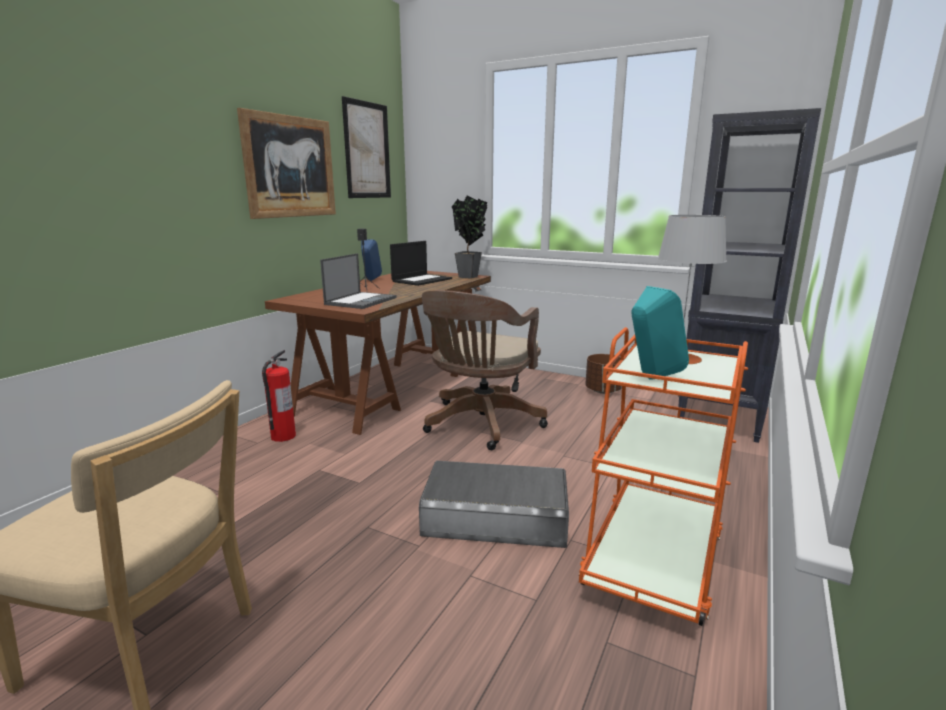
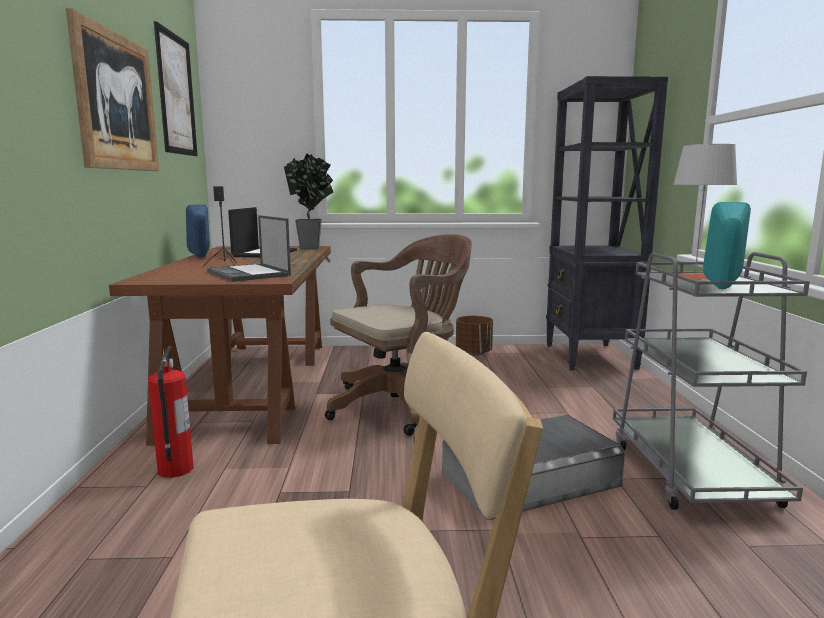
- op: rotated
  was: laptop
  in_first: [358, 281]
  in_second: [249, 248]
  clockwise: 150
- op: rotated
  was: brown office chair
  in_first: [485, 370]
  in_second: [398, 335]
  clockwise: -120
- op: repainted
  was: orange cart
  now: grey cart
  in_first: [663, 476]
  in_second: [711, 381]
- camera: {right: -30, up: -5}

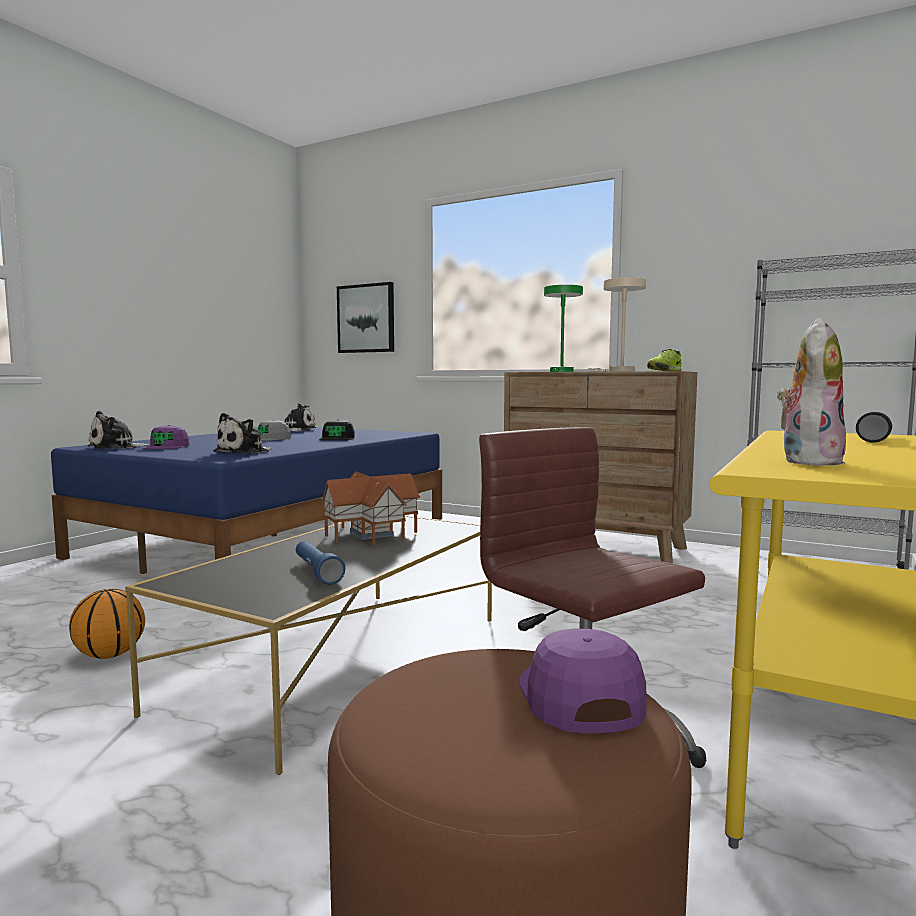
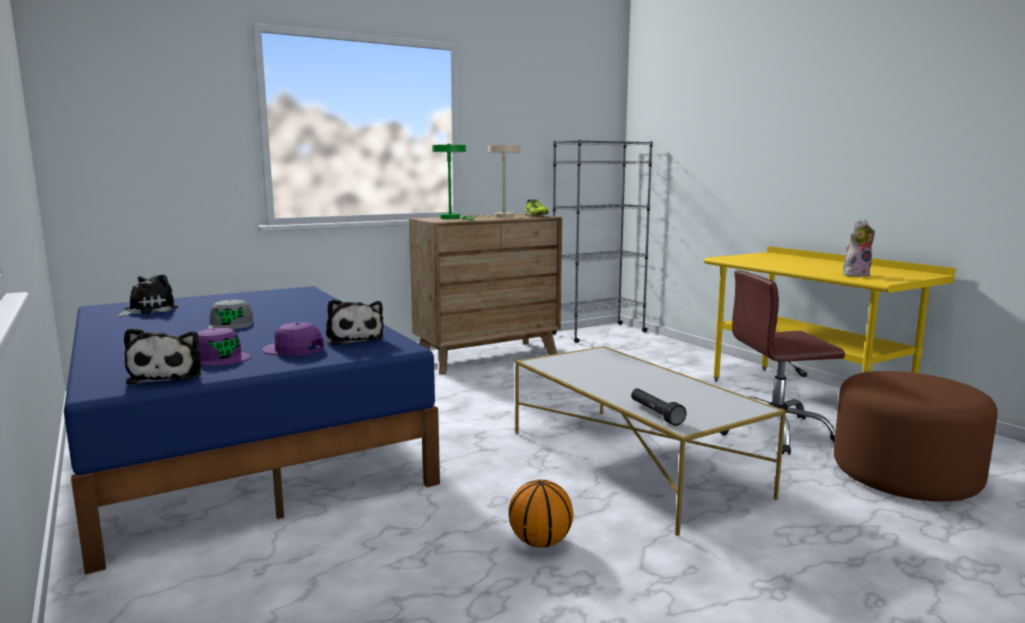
- op: repainted
  was: black coffee table
  now: white coffee table
  in_first: [308, 645]
  in_second: [650, 441]
- op: gone
  was: blue flashlight
  in_first: [320, 563]
- op: gone
  was: black cap
  in_first: [337, 429]
- op: gone
  was: toy house
  in_first: [370, 508]
- op: gone
  was: picture
  in_first: [365, 317]
- op: shifted
  was: purple cap
  in_first: [582, 681]
  in_second: [293, 339]
- op: rotated
  was: plush toy
  in_first: [811, 392]
  in_second: [859, 248]
  clockwise: 90
- op: shifted
  was: black flashlight
  in_first: [874, 427]
  in_second: [659, 407]
- camera: {right: -60, up: 5}

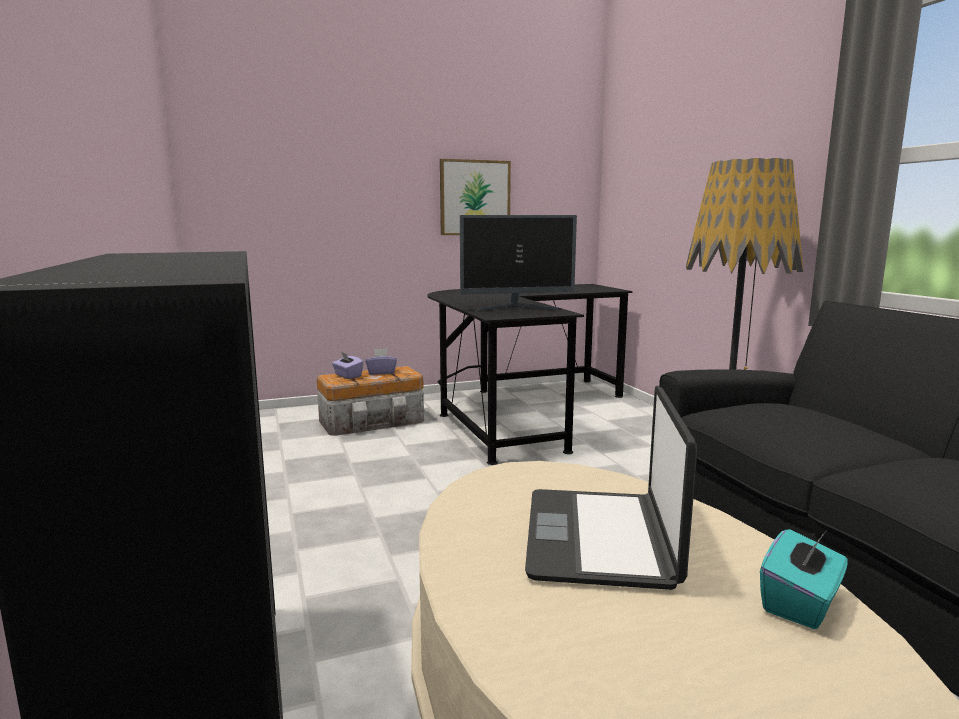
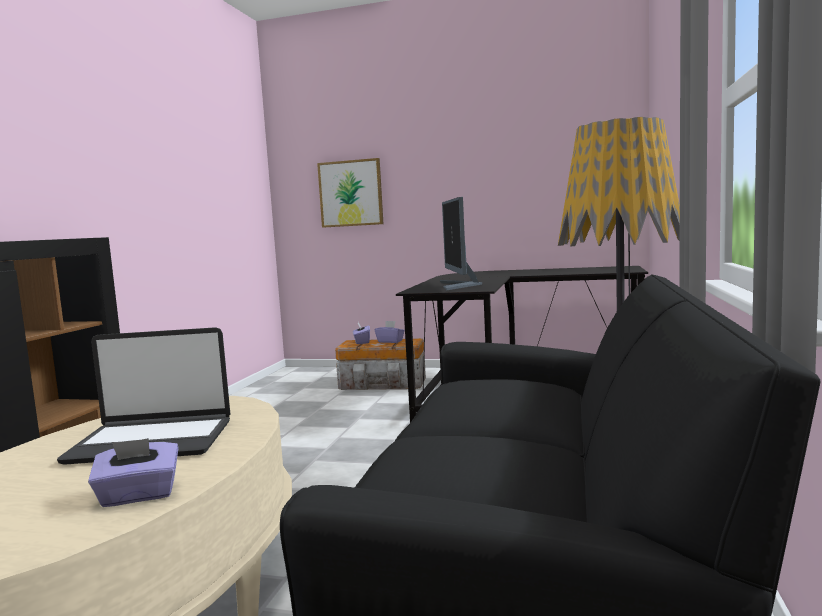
- op: shifted
  was: picture
  in_first: [475, 197]
  in_second: [350, 193]
- op: rotated
  was: monitor
  in_first: [518, 263]
  in_second: [461, 243]
  clockwise: 60
- op: rotated
  was: laptop
  in_first: [611, 488]
  in_second: [143, 395]
  clockwise: -135
- op: repainted
  was: turquoise tissue box
  now: purple tissue box
  in_first: [804, 579]
  in_second: [133, 472]
- camera: {right: 35, up: -5}

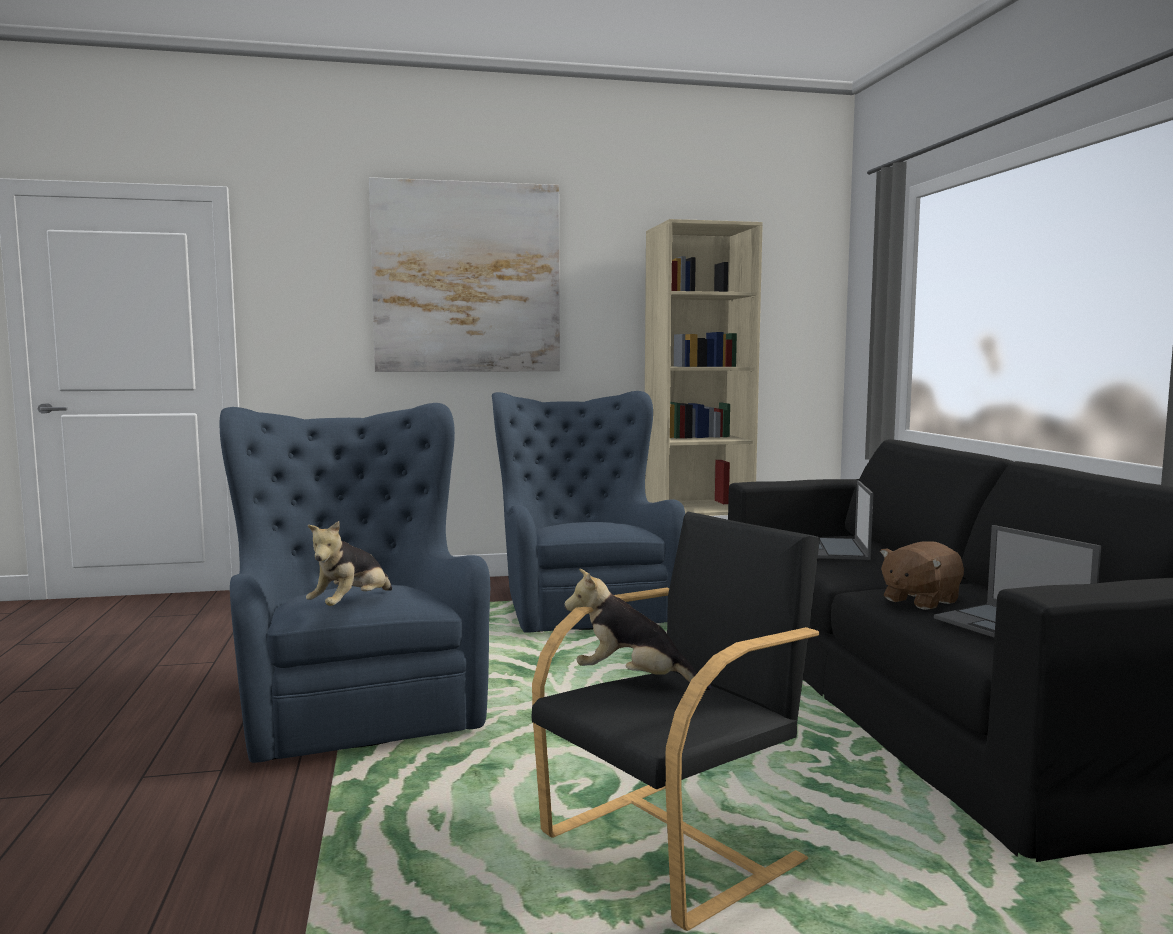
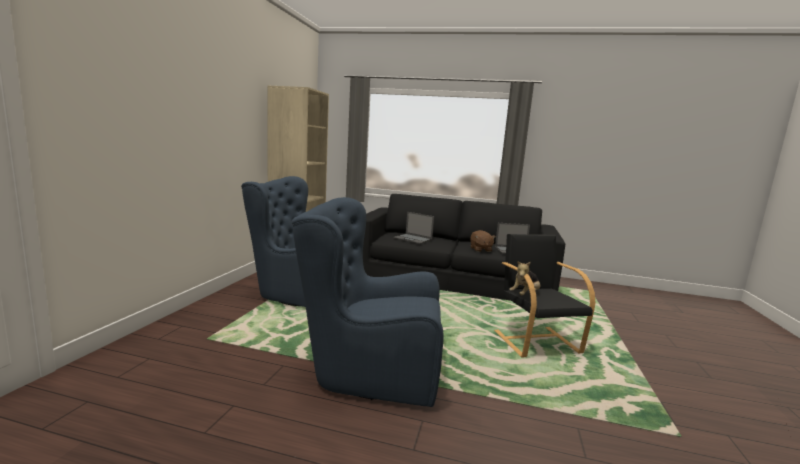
- op: gone
  was: plush toy
  in_first: [349, 563]
- op: gone
  was: picture
  in_first: [464, 274]
- camera: {right: -65, up: 5}

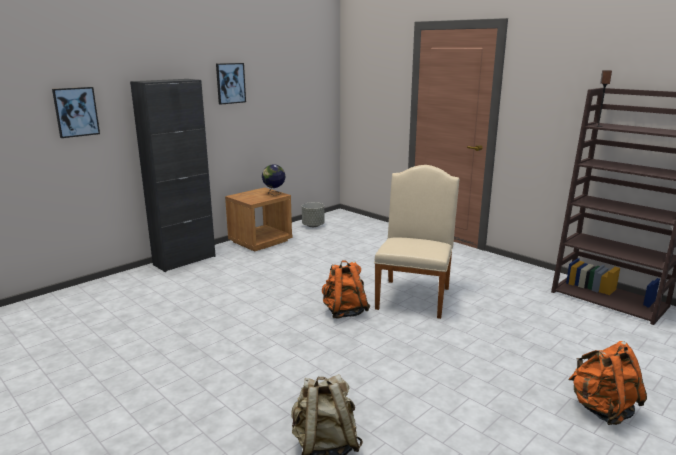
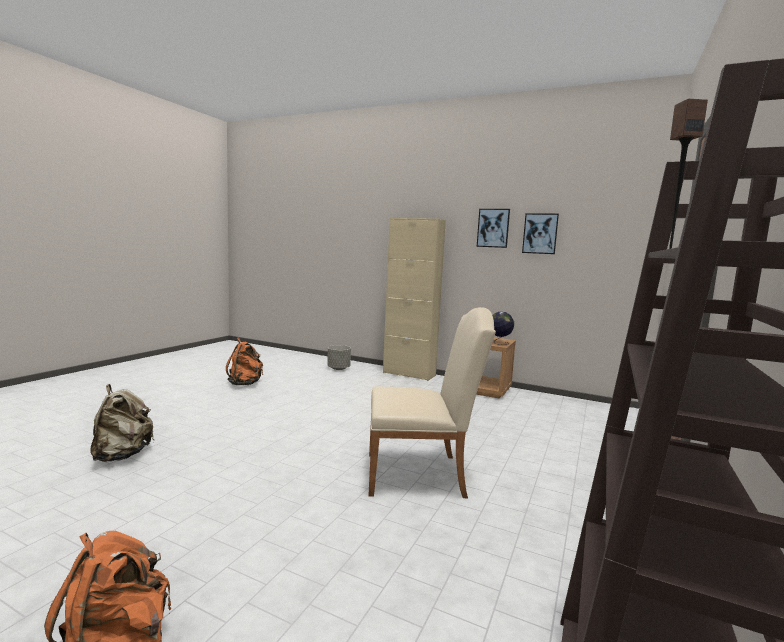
- op: shifted
  was: picture
  in_first: [76, 112]
  in_second: [540, 233]
- op: repainted
  was: black cabinet
  now: beige cabinet
  in_first: [173, 175]
  in_second: [414, 299]
- op: shifted
  was: grey planter
  in_first: [313, 214]
  in_second: [339, 357]
- op: shifted
  was: orange backpack
  in_first: [346, 290]
  in_second: [244, 361]
- camera: {right: 70, up: -10}

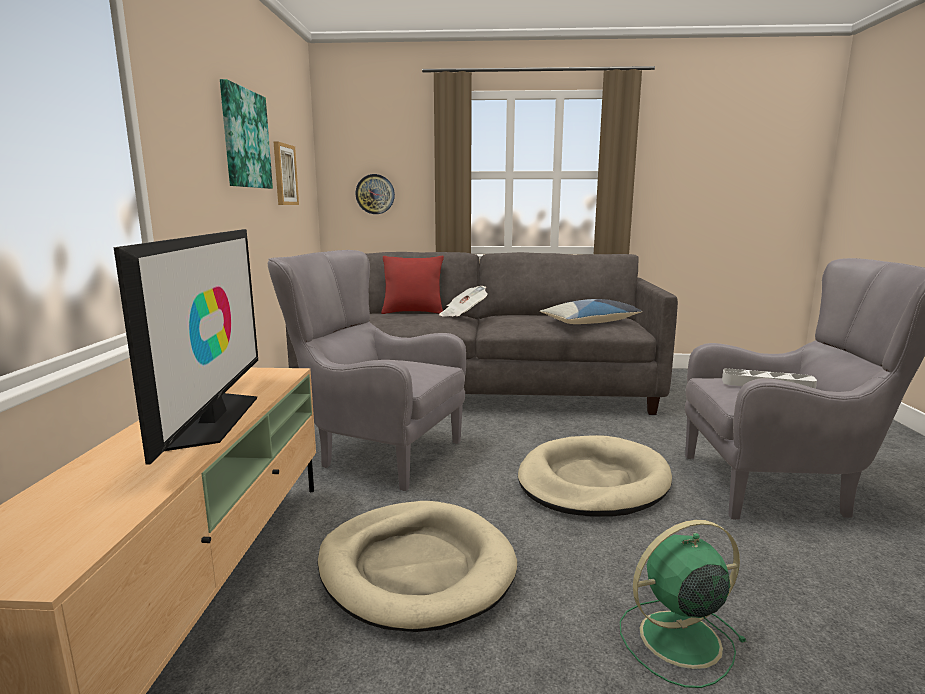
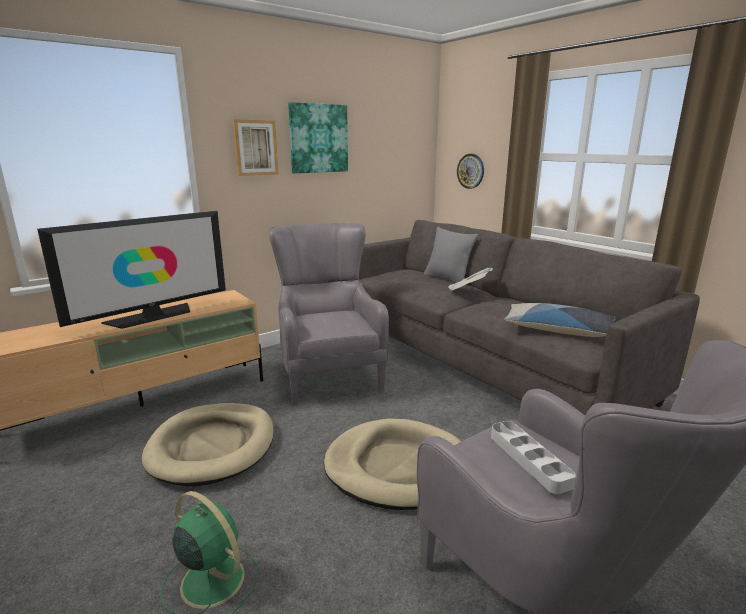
- op: shifted
  was: picture
  in_first: [286, 173]
  in_second: [255, 147]
- op: repainted
  was: red pillow
  now: grey pillow
  in_first: [412, 285]
  in_second: [451, 255]
- camera: {right: 50, up: 5}

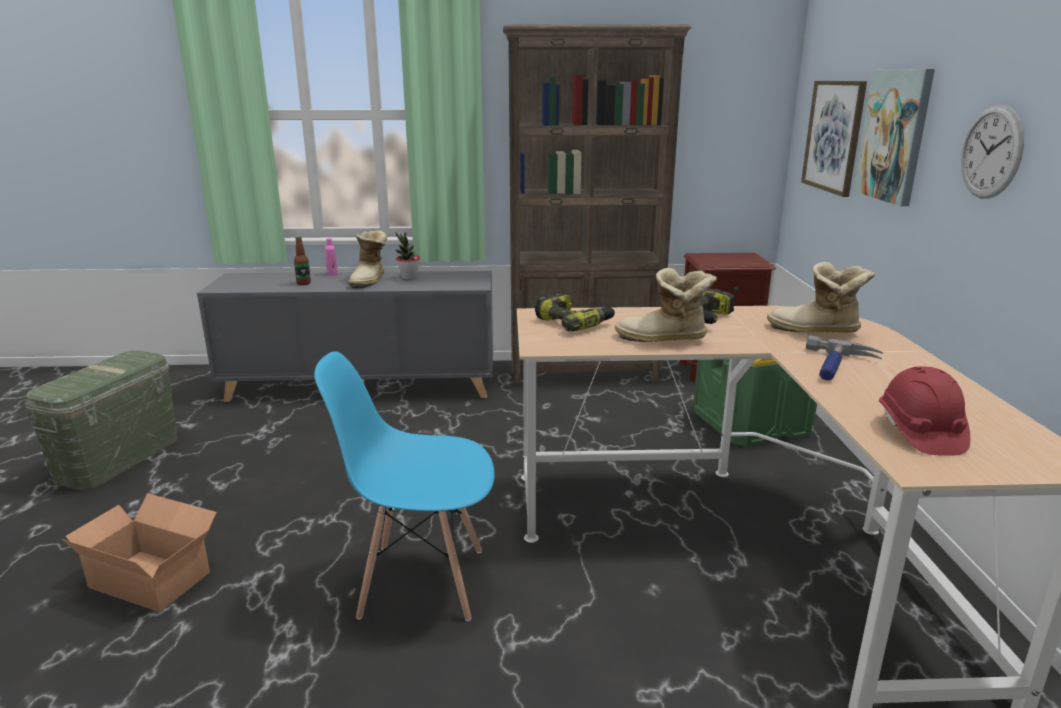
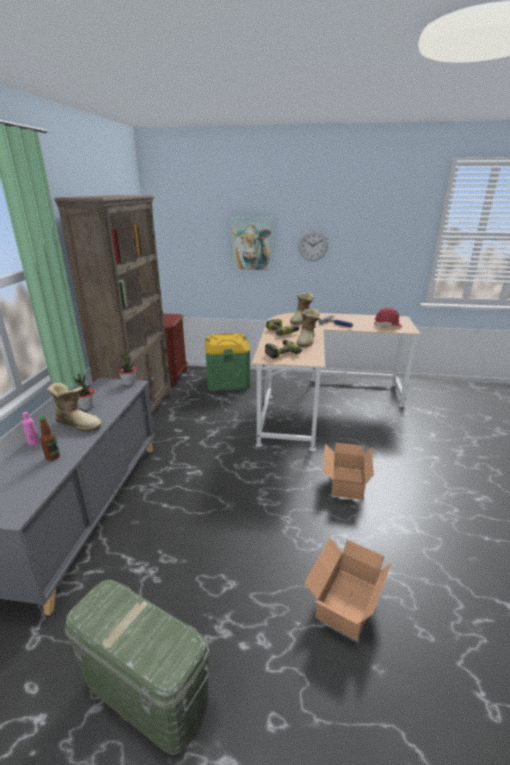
- op: swapped
  was: blue chair
  now: cardboard box
  in_first: [404, 486]
  in_second: [348, 471]
- op: gone
  was: picture
  in_first: [834, 139]
- op: new
  now: potted plant
  in_second: [127, 368]
- camera: {right: -80, up: 5}

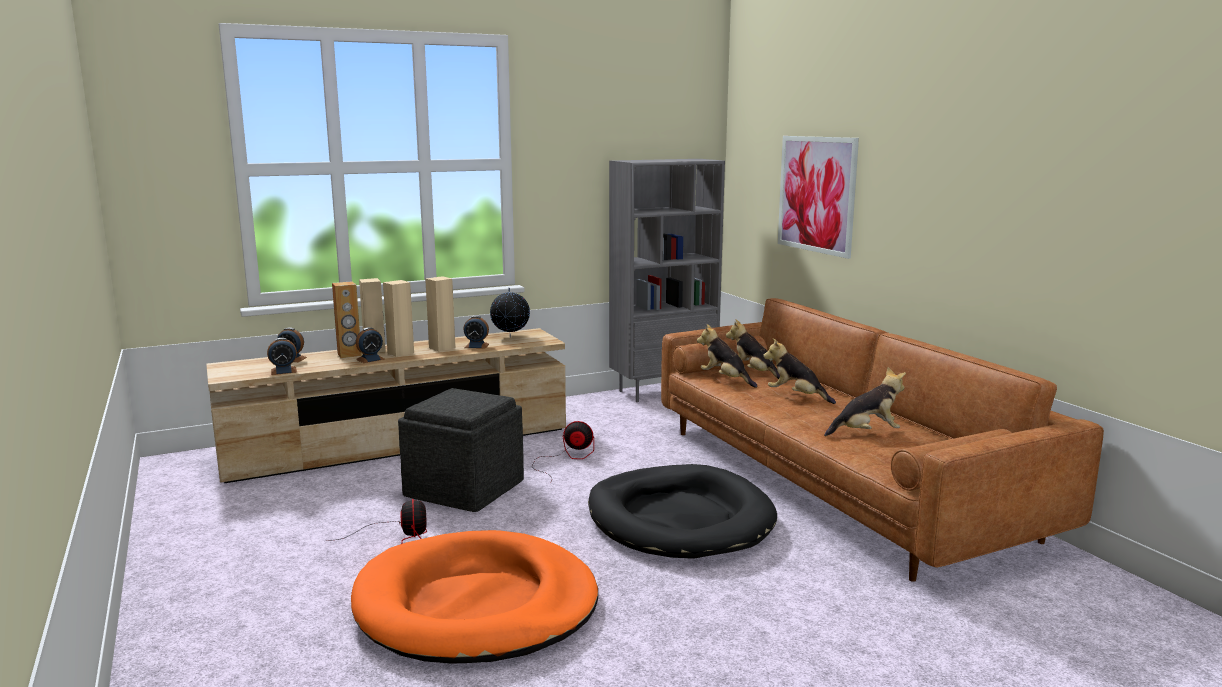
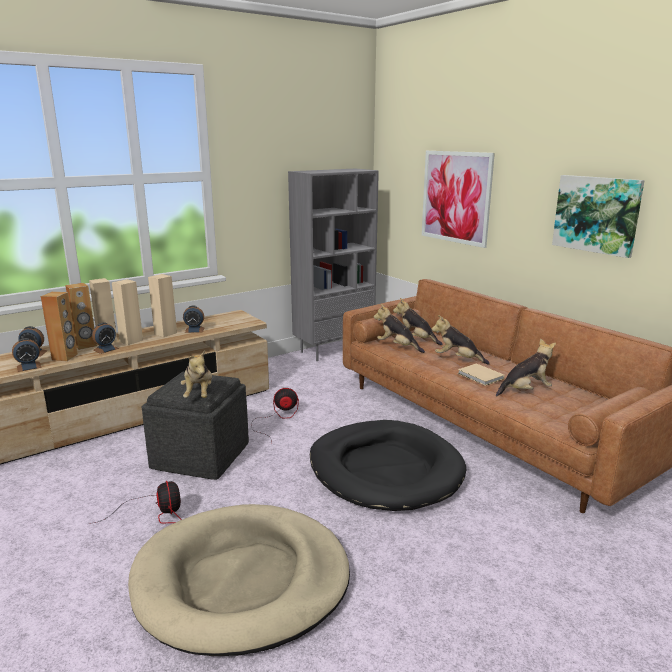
- op: repainted
  was: orange dog bed
  now: beige dog bed
  in_first: [474, 596]
  in_second: [239, 580]
- op: gone
  was: globe
  in_first: [510, 312]
- op: new
  now: brown speaker
  in_second: [59, 326]
- op: new
  now: plush toy
  in_second: [196, 374]
- op: new
  now: beige book
  in_second: [481, 374]
- op: new
  now: picture
  in_second: [598, 216]
- camera: {right: -10, up: 5}

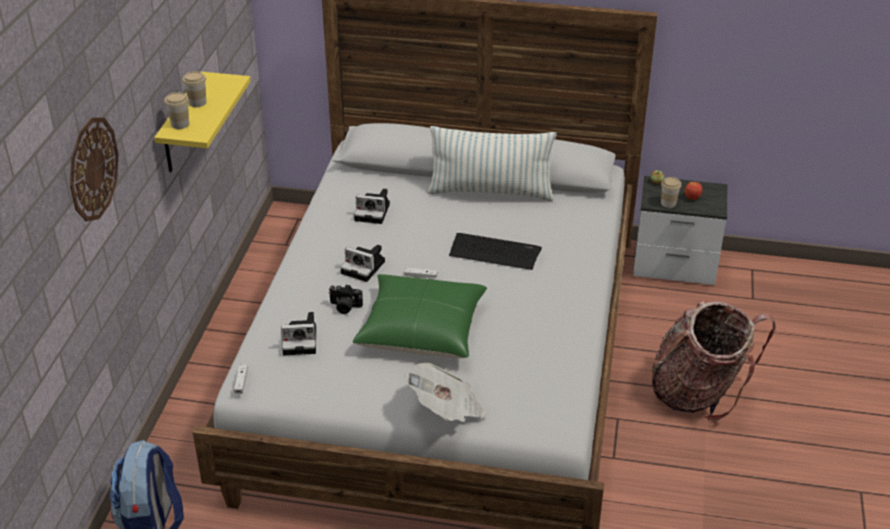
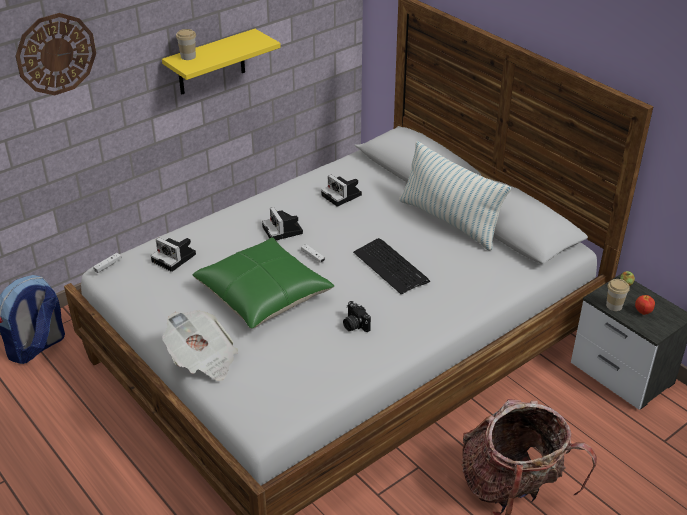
- op: gone
  was: cup
  in_first: [194, 89]
- op: shifted
  was: photo camera
  in_first: [346, 299]
  in_second: [357, 316]
- camera: {right: 40, up: 0}

